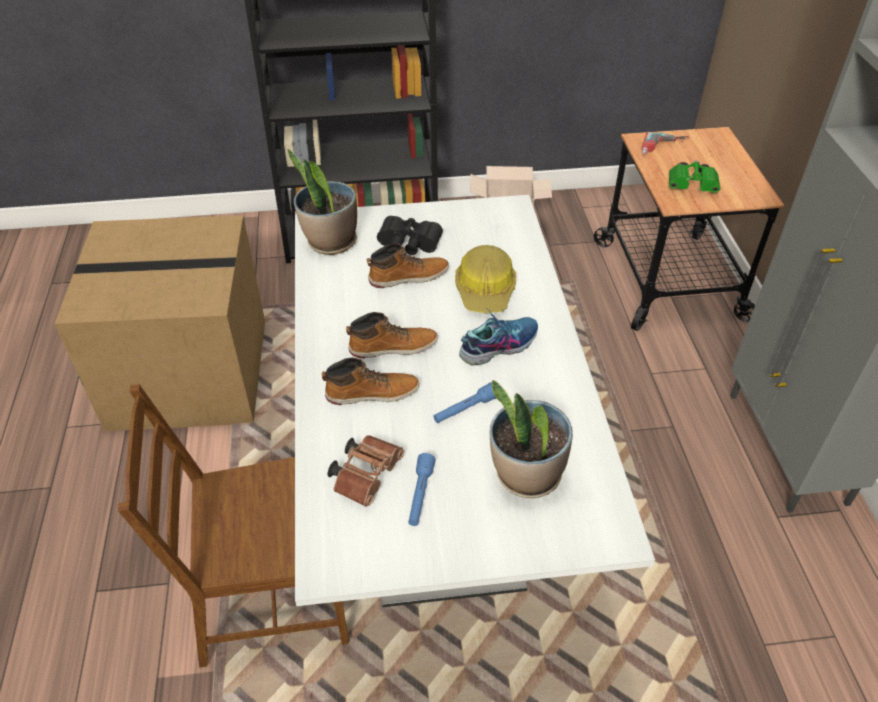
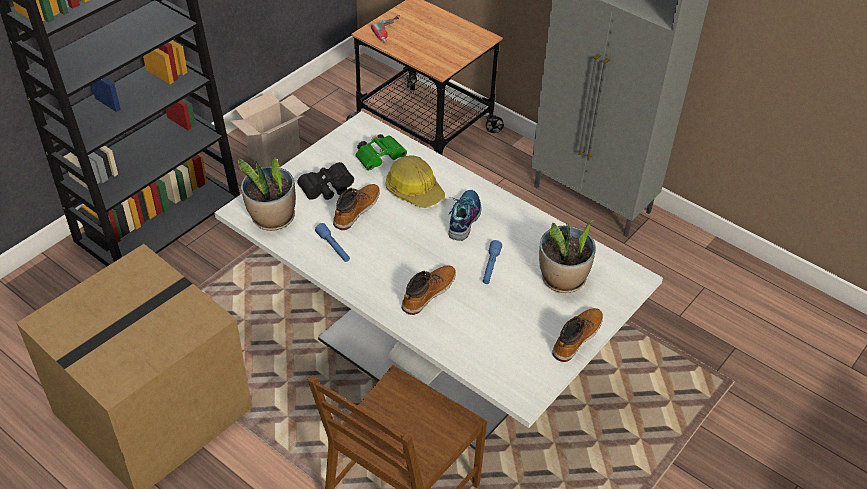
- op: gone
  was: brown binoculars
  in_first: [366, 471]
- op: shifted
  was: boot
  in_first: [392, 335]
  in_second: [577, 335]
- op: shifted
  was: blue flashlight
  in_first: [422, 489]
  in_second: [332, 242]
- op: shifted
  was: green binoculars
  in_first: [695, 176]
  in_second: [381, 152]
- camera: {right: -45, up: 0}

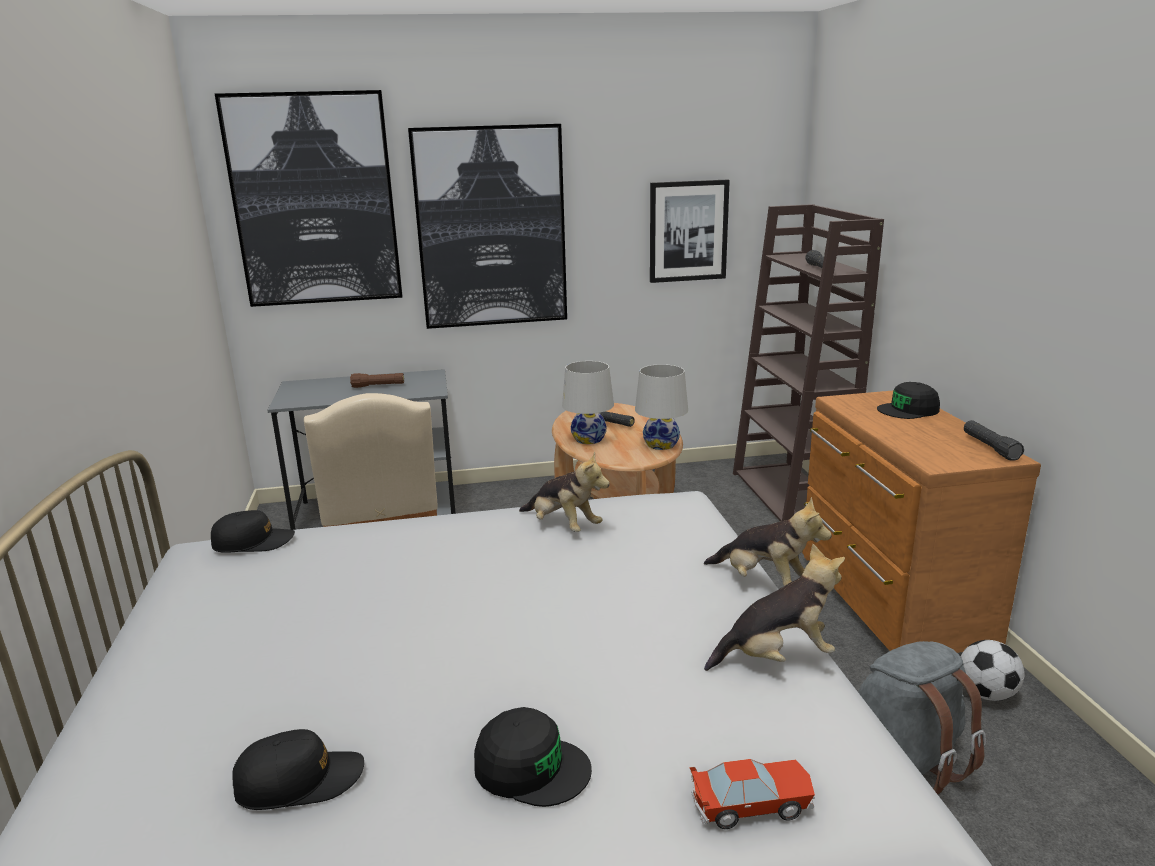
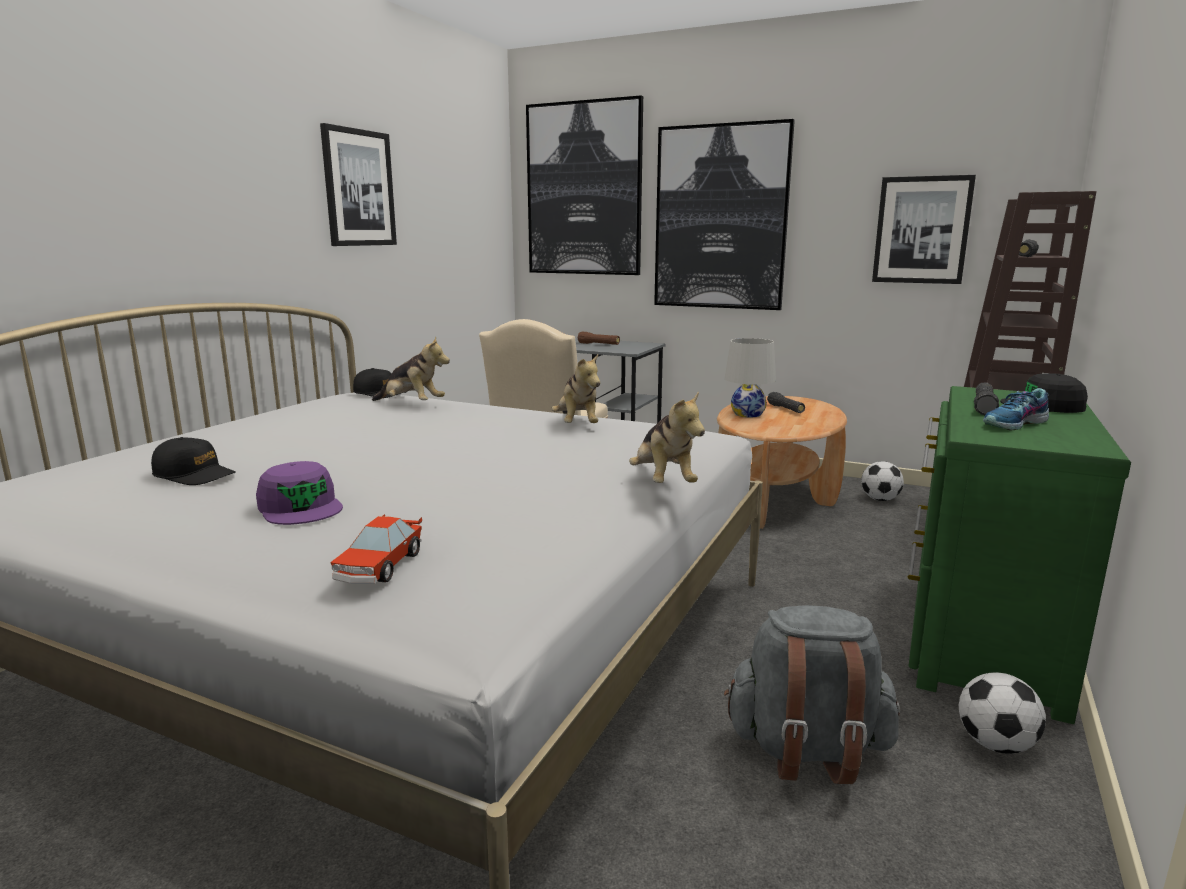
- op: repainted
  was: black cap
  now: purple cap
  in_first: [533, 757]
  in_second: [299, 493]
- op: gone
  was: white table lamp
  in_first: [661, 407]
- op: rotated
  was: toy car
  in_first: [752, 794]
  in_second: [376, 549]
  clockwise: 75
- op: shifted
  was: plush toy
  in_first: [774, 607]
  in_second: [411, 368]
- op: repainted
  was: brown dresser
  now: green dresser
  in_first: [921, 522]
  in_second: [1019, 555]
- op: shifted
  was: black flashlight
  in_first: [994, 440]
  in_second: [986, 398]
- op: new
  now: picture
  in_second: [358, 184]
- op: new
  now: football
  in_second: [882, 481]
- op: new
  now: shoe
  in_second: [1016, 409]
- camera: {right: 35, up: -5}

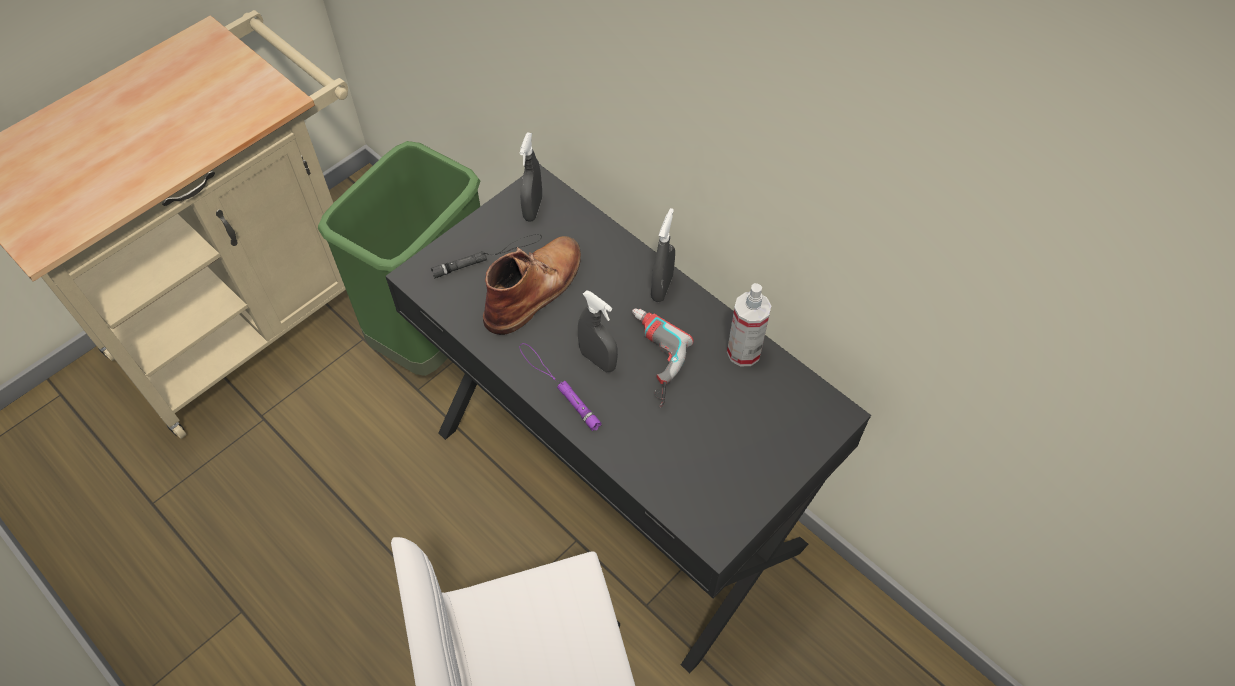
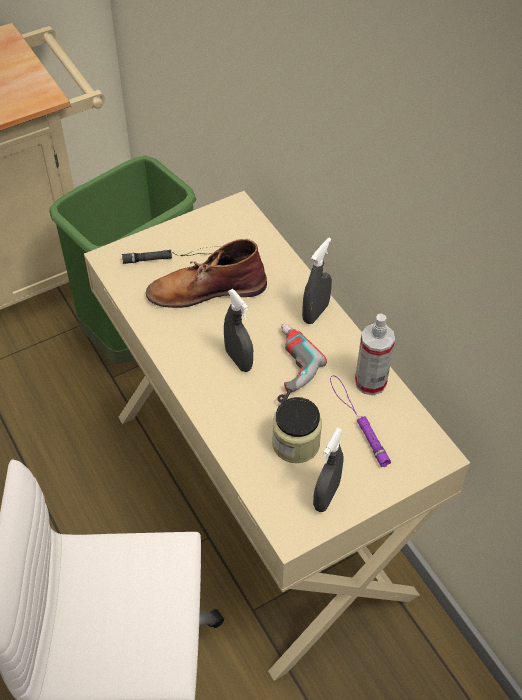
- op: repainted
  was: black desk
  now: beige desk
  in_first: [628, 418]
  in_second: [277, 436]
- op: rotated
  was: brown boot
  in_first: [532, 285]
  in_second: [206, 273]
  clockwise: -150
- op: shifted
  was: grey spray bottle
  in_first: [531, 177]
  in_second: [328, 470]
- op: shifted
  was: purple flashlight
  in_first: [561, 387]
  in_second: [360, 421]
- op: new
  now: jar
  in_second: [297, 430]
- camera: {right: 15, up: -5}

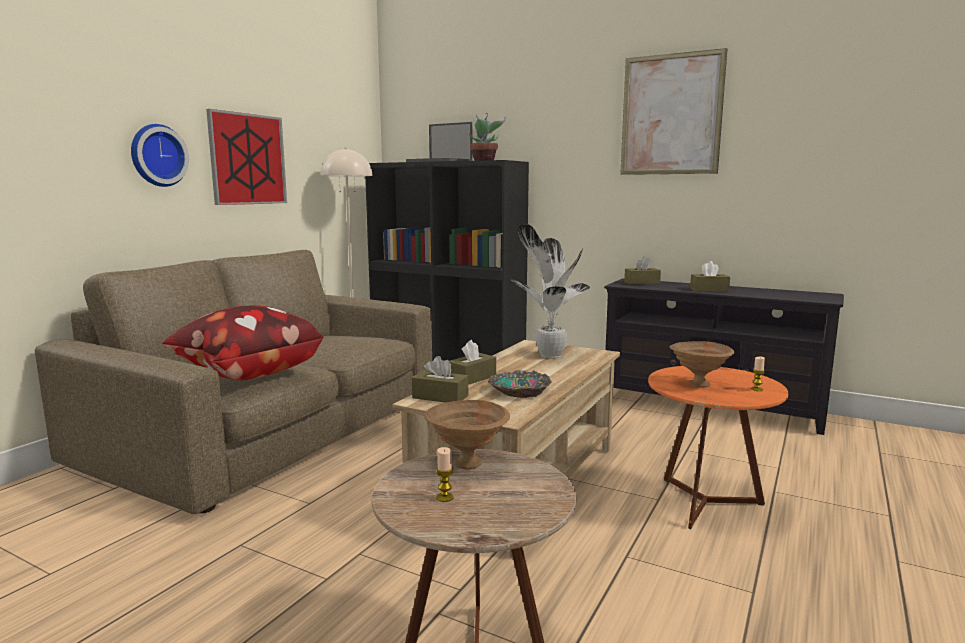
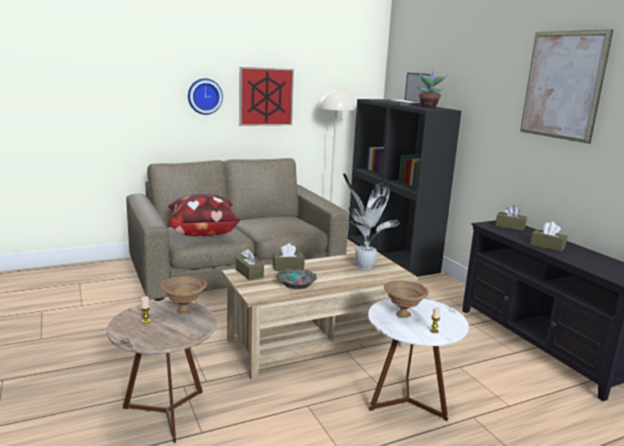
- op: repainted
  was: orange side table
  now: white side table
  in_first: [718, 447]
  in_second: [418, 359]
- camera: {right: 35, up: 5}

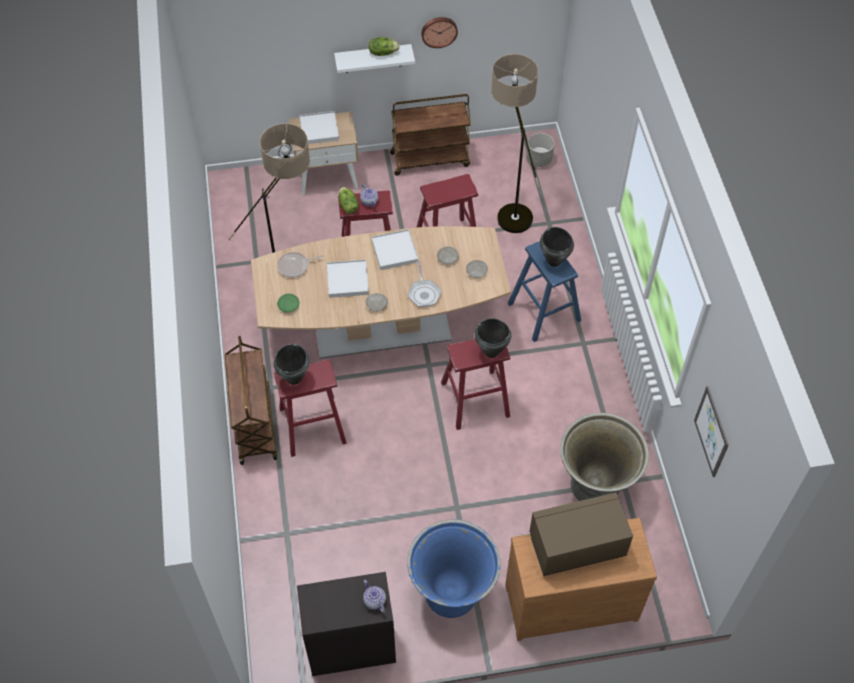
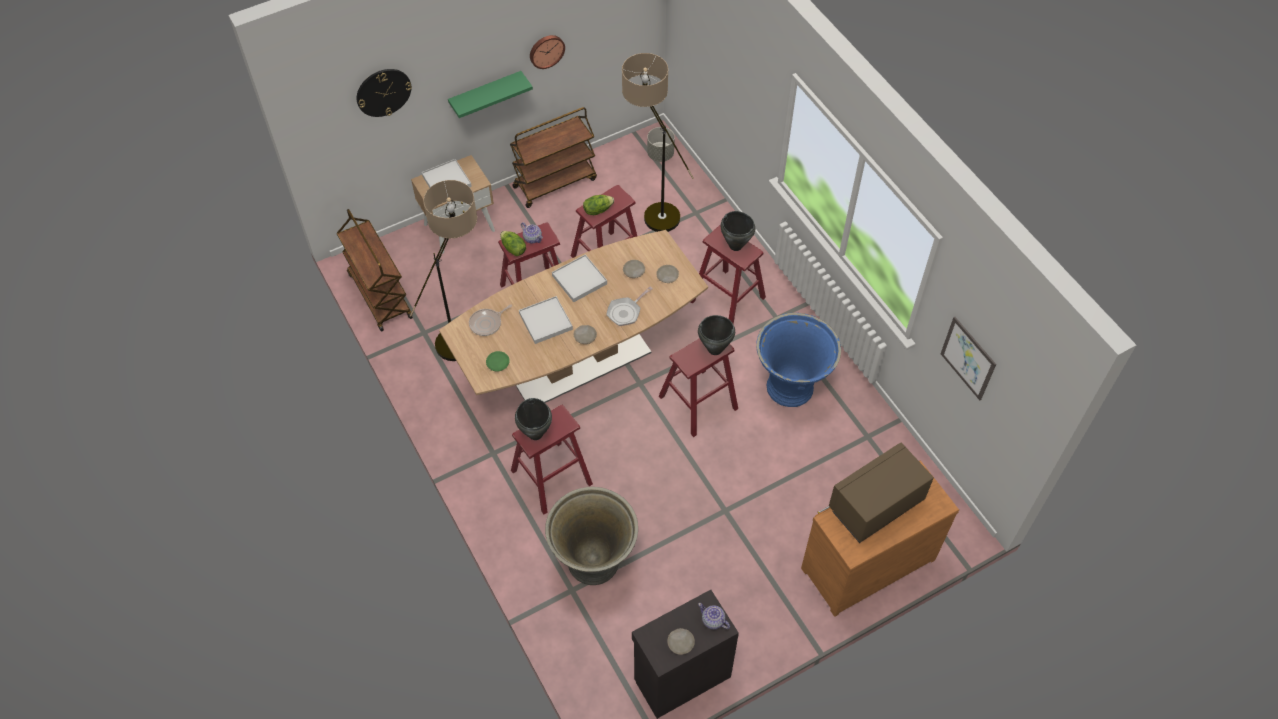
- op: shifted
  was: brown cart
  in_first: [251, 400]
  in_second: [375, 270]
- op: repainted
  was: white shelf
  now: green shelf
  in_first: [374, 58]
  in_second: [490, 94]
- op: shifted
  was: lettuce
  in_first: [384, 46]
  in_second: [598, 205]
- op: shifted
  was: blue planter
  in_first: [454, 568]
  in_second: [798, 360]
- op: rotated
  was: frying pan
  in_first: [424, 284]
  in_second: [629, 306]
  clockwise: 75
- op: repainted
  was: blue stool
  now: red stool
  in_first: [544, 291]
  in_second: [728, 274]
- op: shifted
  was: grey planter
  in_first: [604, 457]
  in_second: [591, 536]
- op: new
  now: wall clock
  in_second: [384, 93]
- op: new
  now: beige plate
  in_second: [681, 641]
- camera: {right: -20, up: 0}

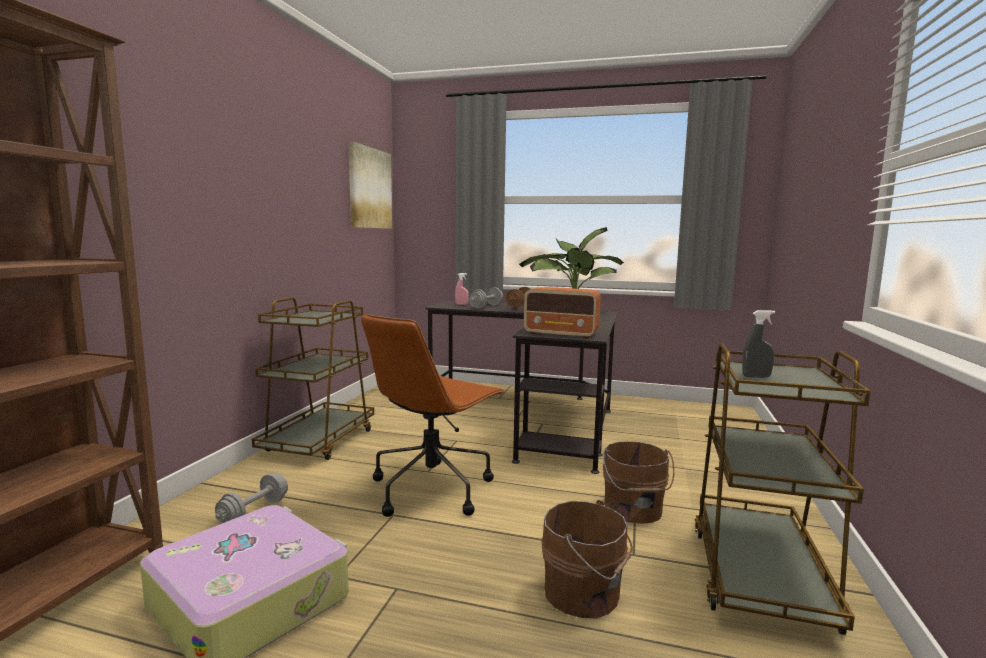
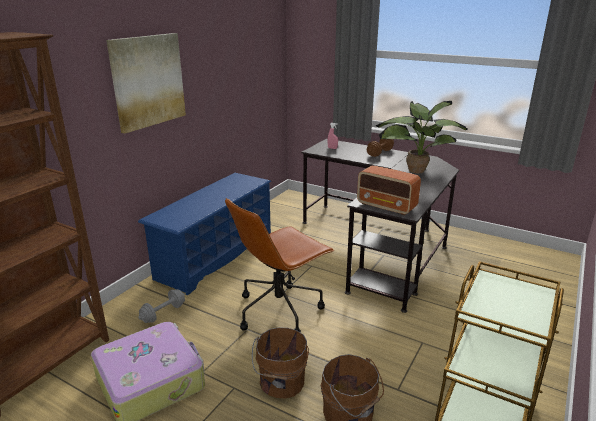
- op: swapped
  was: brown cart
  now: blue shoe rack
  in_first: [313, 378]
  in_second: [204, 234]
- op: shifted
  was: picture
  in_first: [370, 185]
  in_second: [146, 83]
- op: gone
  was: grey dumbbell
  in_first: [486, 297]
- op: shifted
  was: brown bucket
  in_first: [638, 482]
  in_second: [280, 363]
- op: gone
  was: grey spray bottle
  in_first: [758, 344]
- camera: {right: 15, up: 15}

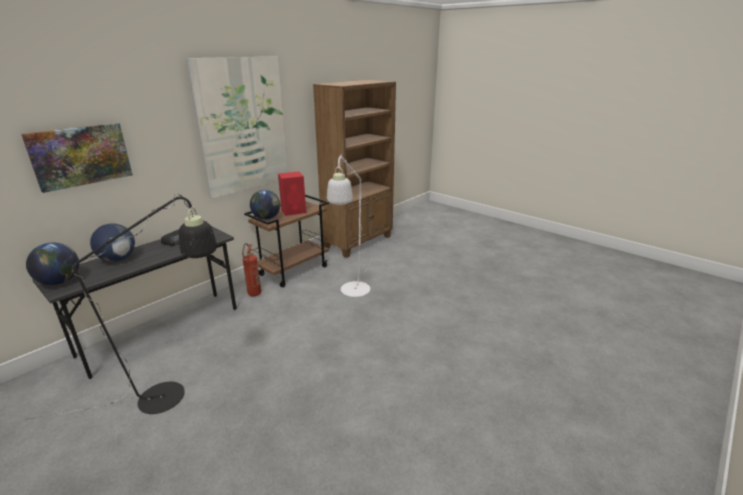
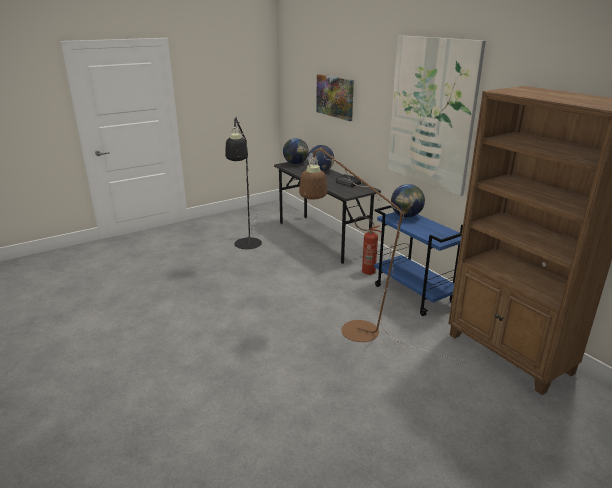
- op: repainted
  was: brown cart
  now: blue cart
  in_first: [286, 240]
  in_second: [418, 260]
- op: gone
  was: red speaker
  in_first: [292, 193]
- op: repainted
  was: white floor lamp
  now: brown floor lamp
  in_first: [350, 225]
  in_second: [381, 255]
- camera: {right: 105, up: 0}

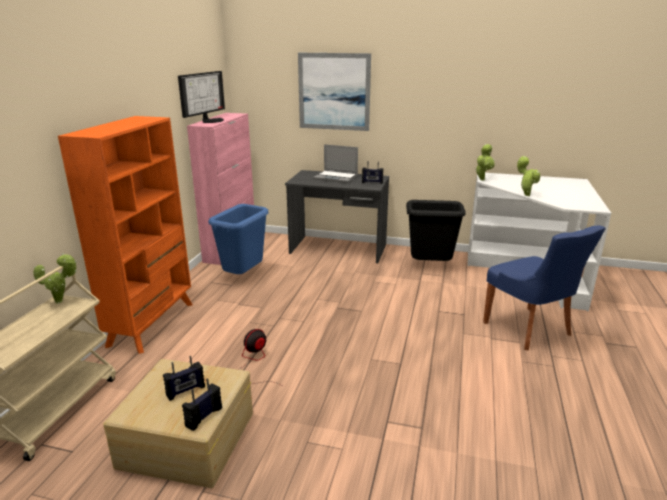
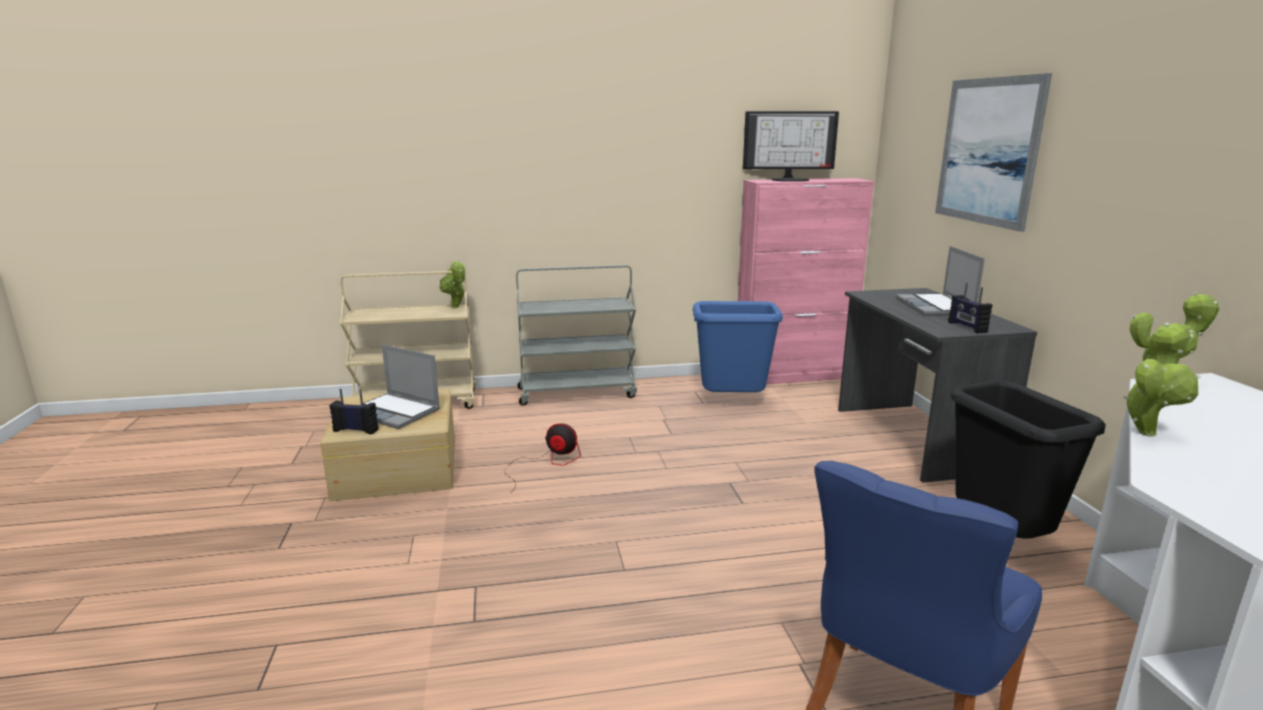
- op: swapped
  was: orange bookcase
  now: grey cart
  in_first: [125, 235]
  in_second: [576, 335]
- op: swapped
  was: radio
  now: laptop
  in_first: [184, 378]
  in_second: [400, 386]
- camera: {right: 65, up: -5}

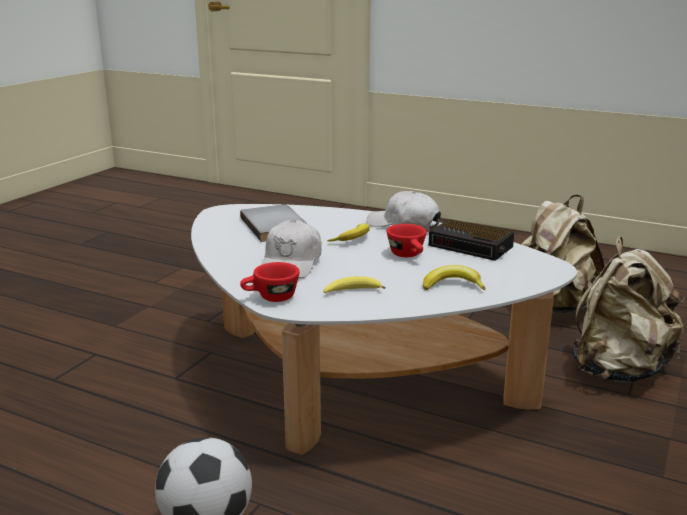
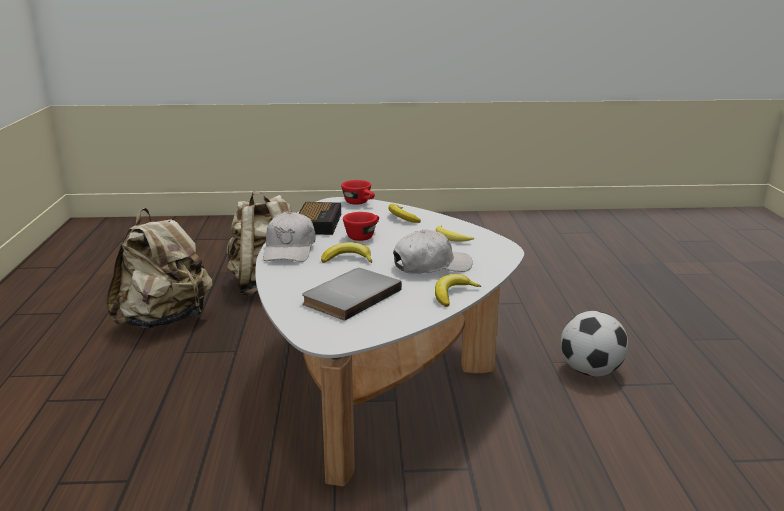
- op: shifted
  was: red cup
  in_first: [269, 282]
  in_second: [358, 192]
- op: new
  now: banana
  in_second: [458, 290]
- camera: {right: -120, up: 0}

